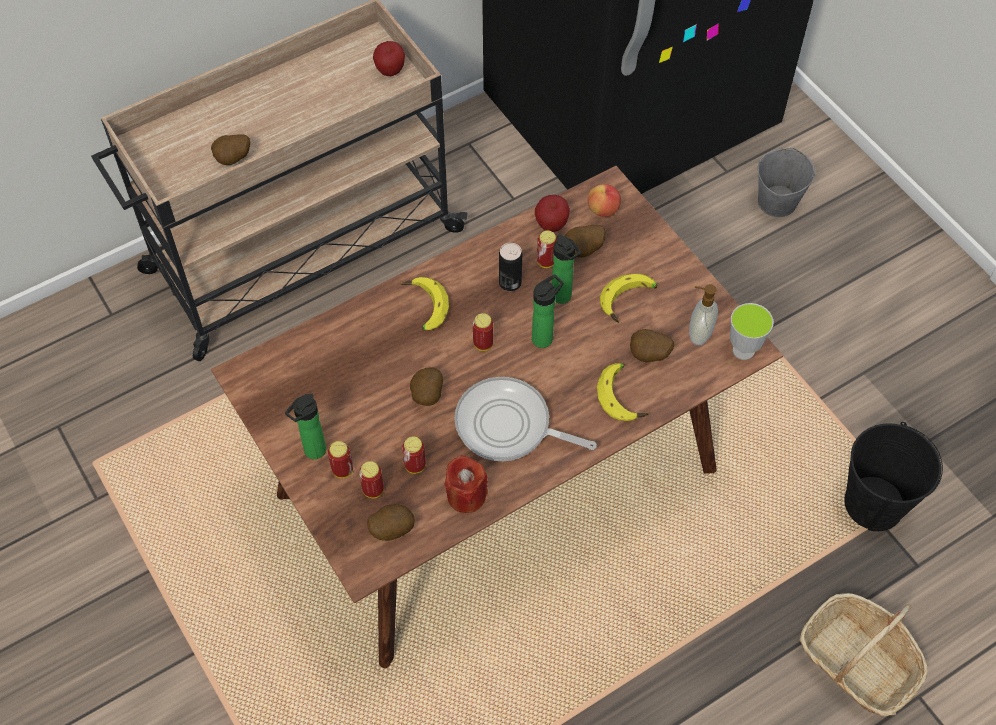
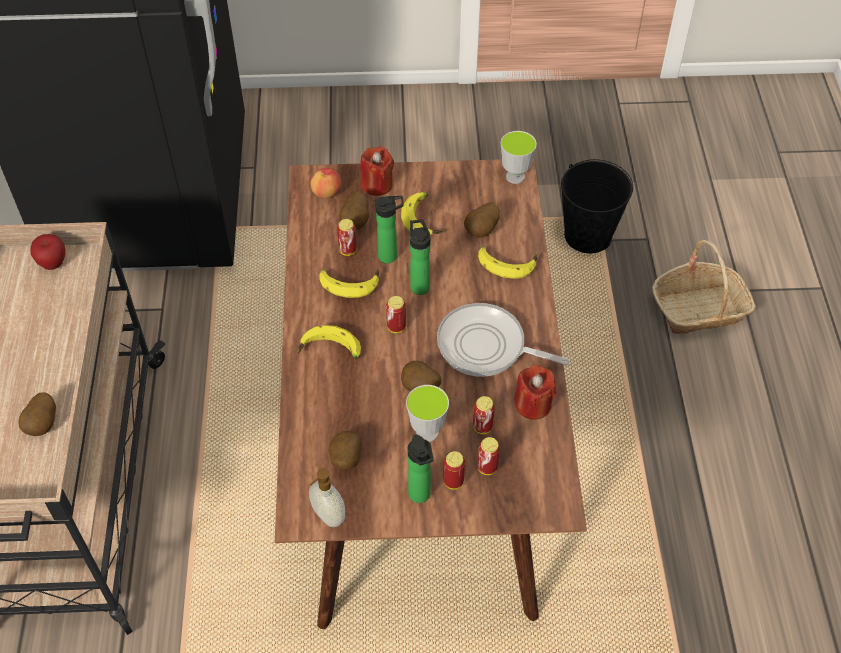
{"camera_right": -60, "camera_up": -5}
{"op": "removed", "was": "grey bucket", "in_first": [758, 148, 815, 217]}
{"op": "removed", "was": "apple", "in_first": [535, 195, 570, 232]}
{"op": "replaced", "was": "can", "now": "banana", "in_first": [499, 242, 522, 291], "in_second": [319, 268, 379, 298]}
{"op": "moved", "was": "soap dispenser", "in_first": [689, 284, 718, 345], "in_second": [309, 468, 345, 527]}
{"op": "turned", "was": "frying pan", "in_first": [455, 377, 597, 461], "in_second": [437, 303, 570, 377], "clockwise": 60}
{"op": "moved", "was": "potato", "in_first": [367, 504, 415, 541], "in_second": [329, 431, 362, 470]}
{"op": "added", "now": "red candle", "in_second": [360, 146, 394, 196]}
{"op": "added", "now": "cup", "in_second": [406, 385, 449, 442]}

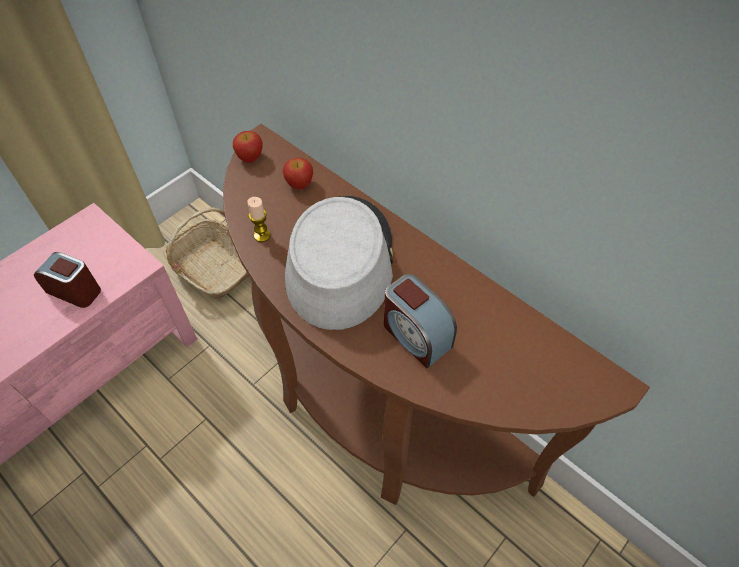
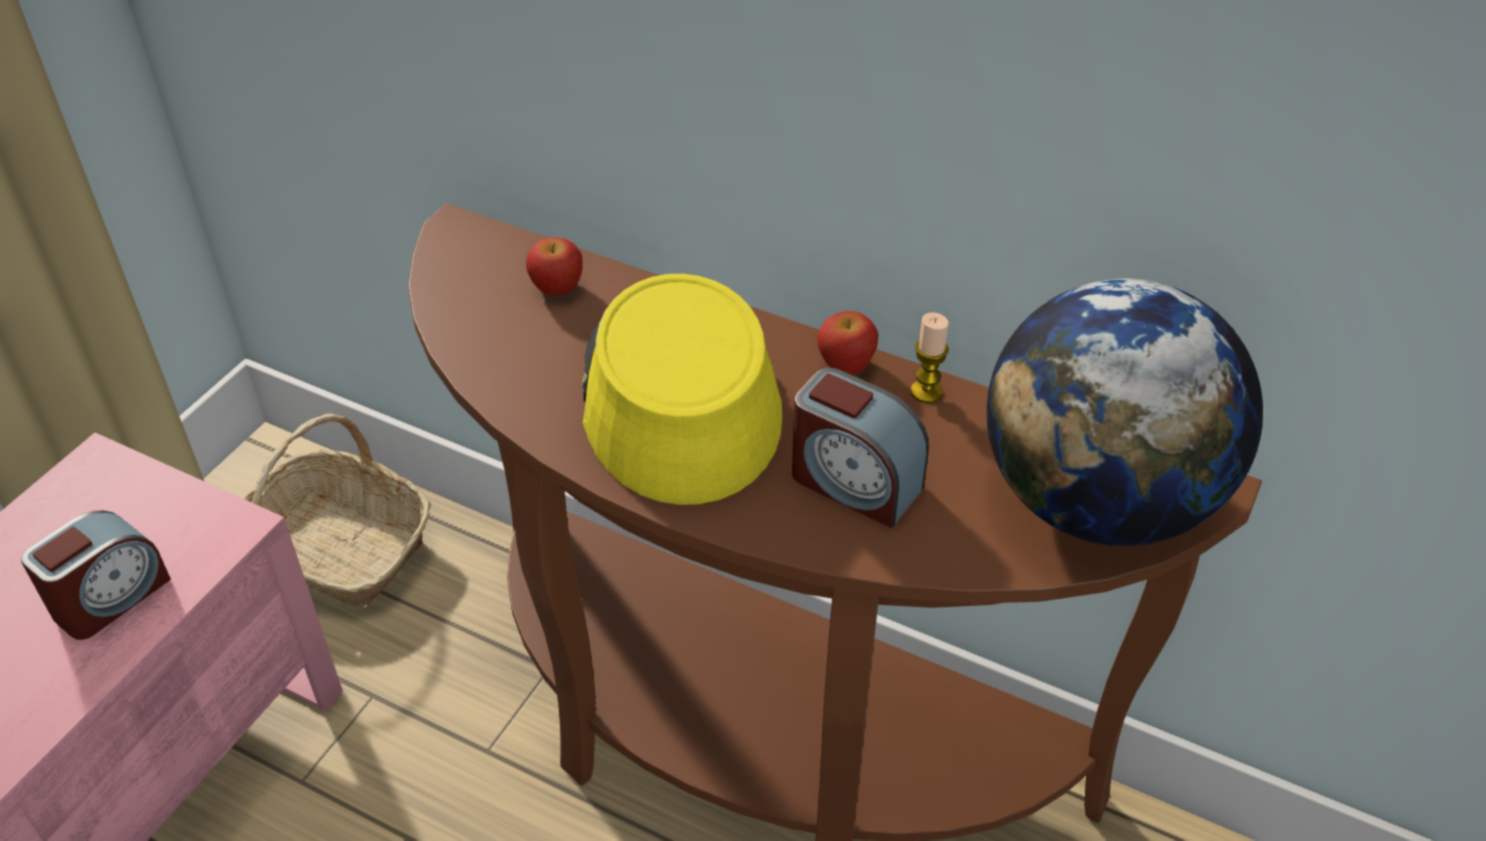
{"camera_right": -15, "camera_up": -10}
{"op": "moved", "was": "apple", "in_first": [233, 131, 263, 163], "in_second": [817, 311, 878, 375]}
{"op": "recoloured", "was": "grey hat", "now": "yellow hat", "in_first": [285, 196, 393, 330], "in_second": [582, 274, 782, 505]}
{"op": "moved", "was": "candle", "in_first": [247, 197, 271, 242], "in_second": [911, 312, 949, 403]}
{"op": "turned", "was": "alarm clock", "in_first": [34, 252, 101, 308], "in_second": [21, 510, 171, 640], "clockwise": 120}
{"op": "added", "now": "globe", "in_second": [987, 279, 1263, 546]}

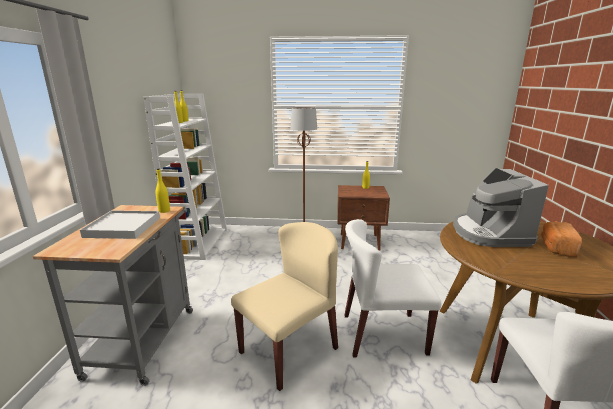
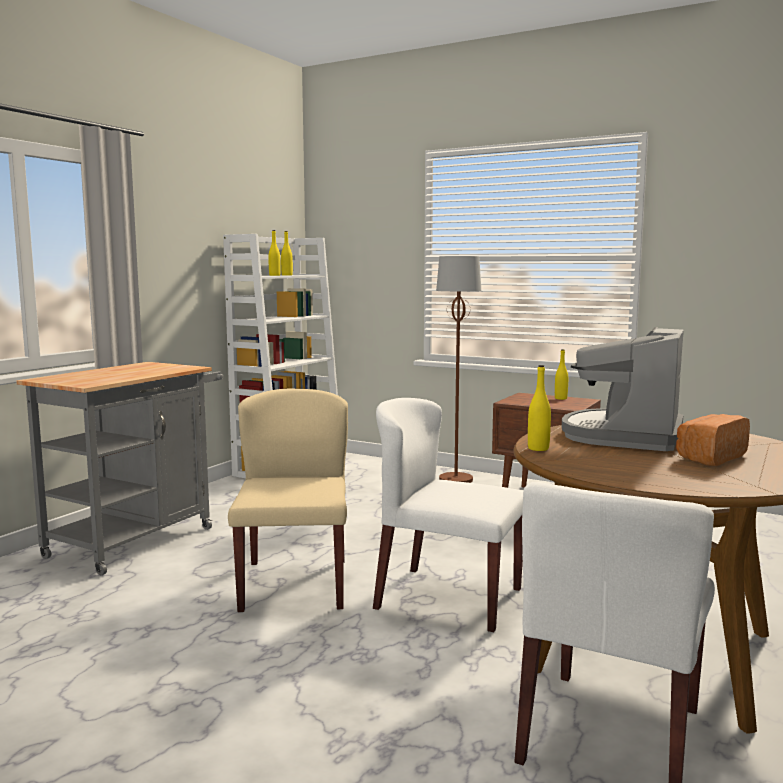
{"camera_right": 25, "camera_up": -10}
{"op": "moved", "was": "yellow bottle", "in_first": [156, 168, 170, 213], "in_second": [528, 365, 551, 451]}
{"op": "removed", "was": "white tray", "in_first": [80, 210, 160, 239]}
{"op": "turned", "was": "beige chair", "in_first": [231, 222, 338, 391], "in_second": [228, 388, 348, 612], "clockwise": -75}

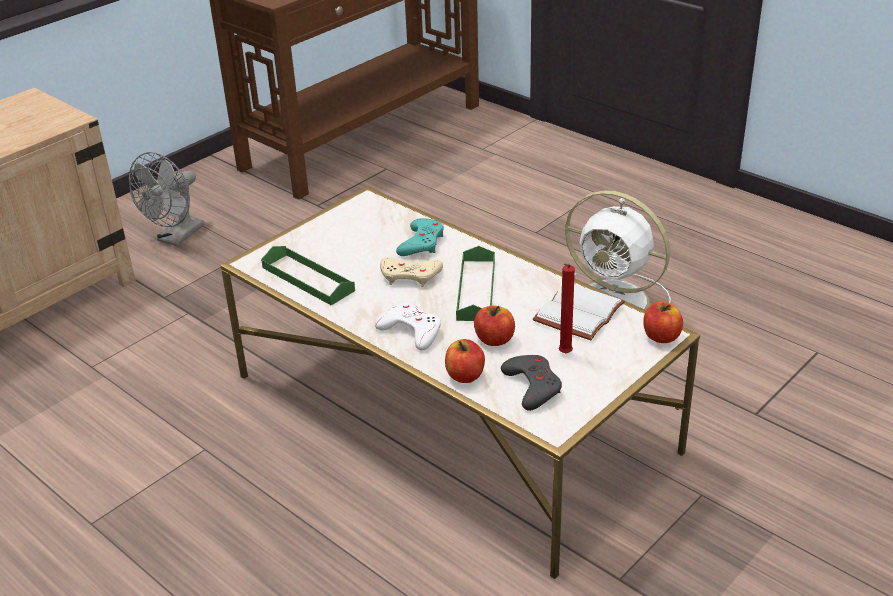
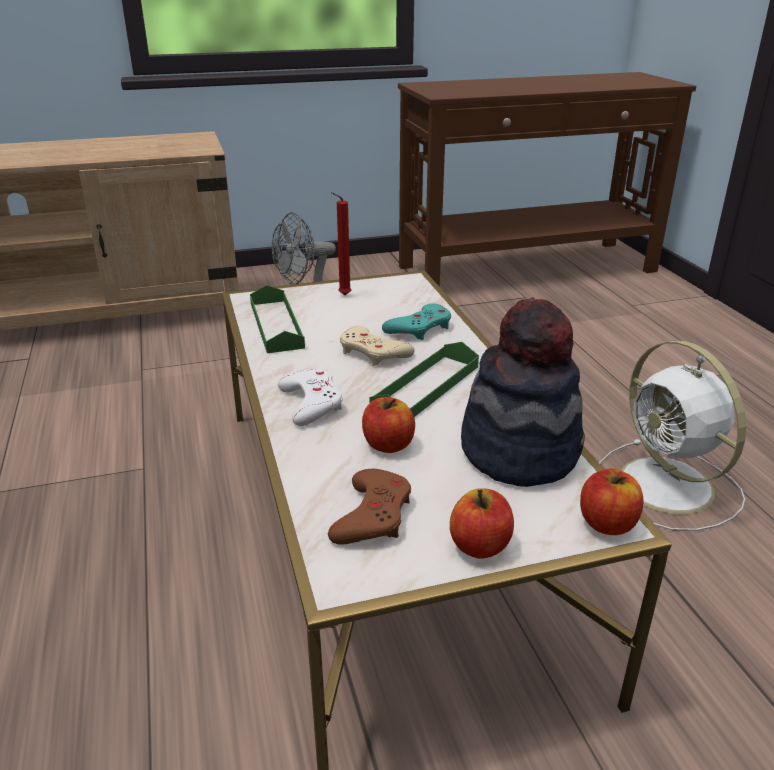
{"camera_right": 30, "camera_up": -5}
{"op": "moved", "was": "red candle", "in_first": [559, 263, 575, 353], "in_second": [331, 192, 351, 295]}
{"op": "replaced", "was": "white book", "now": "hat", "in_first": [533, 284, 625, 340], "in_second": [461, 297, 585, 487]}
{"op": "moved", "was": "apple", "in_first": [445, 339, 485, 383], "in_second": [450, 488, 514, 559]}
{"op": "recoloured", "was": "grey game controller", "now": "brown game controller", "in_first": [501, 355, 562, 411], "in_second": [328, 469, 411, 545]}

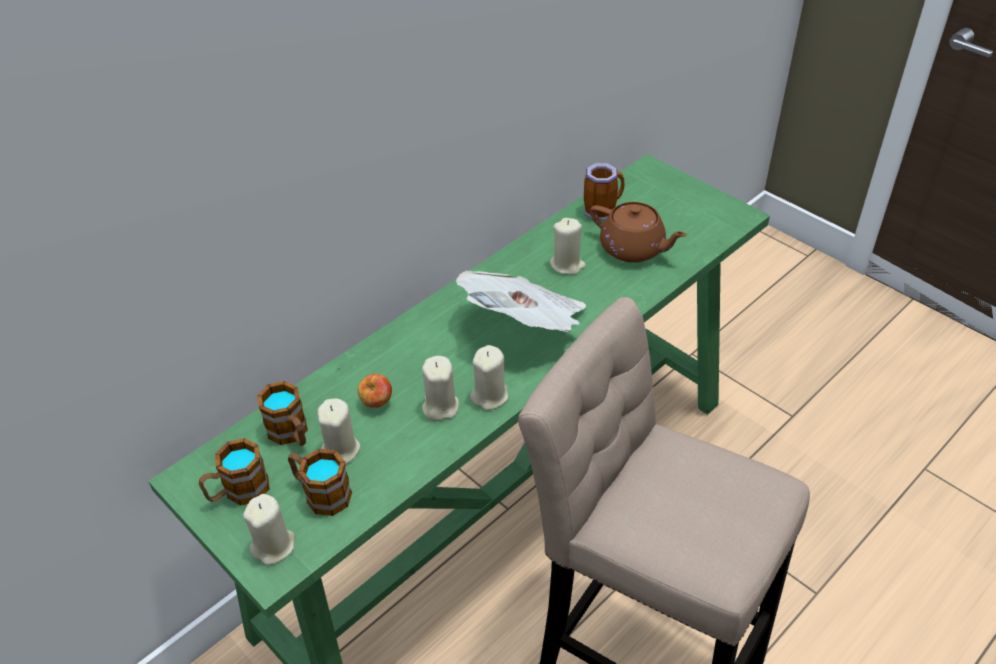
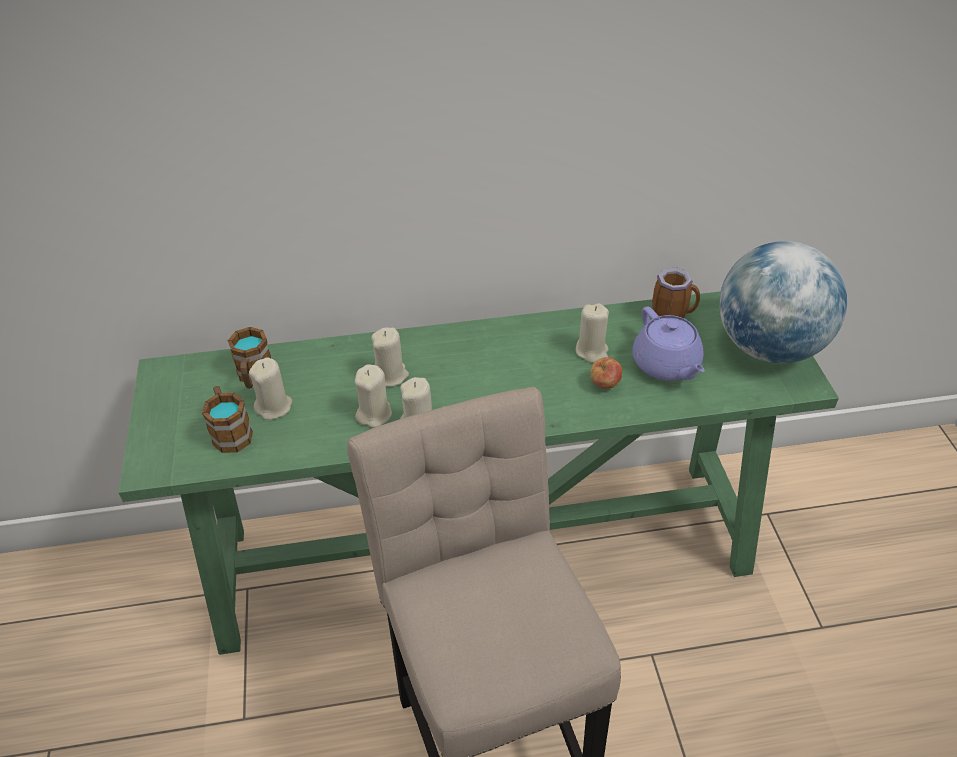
{"camera_right": 35, "camera_up": 0}
{"op": "recoloured", "was": "brown teapot", "now": "purple teapot", "in_first": [590, 202, 687, 263], "in_second": [632, 306, 705, 381]}
{"op": "removed", "was": "newspaper", "in_first": [456, 271, 586, 332]}
{"op": "moved", "was": "apple", "in_first": [358, 374, 392, 408], "in_second": [591, 357, 622, 389]}
{"op": "removed", "was": "mug", "in_first": [199, 438, 270, 505]}
{"op": "moved", "was": "beige candle", "in_first": [243, 494, 295, 565], "in_second": [371, 327, 409, 387]}
{"op": "added", "now": "globe", "in_second": [719, 241, 847, 364]}

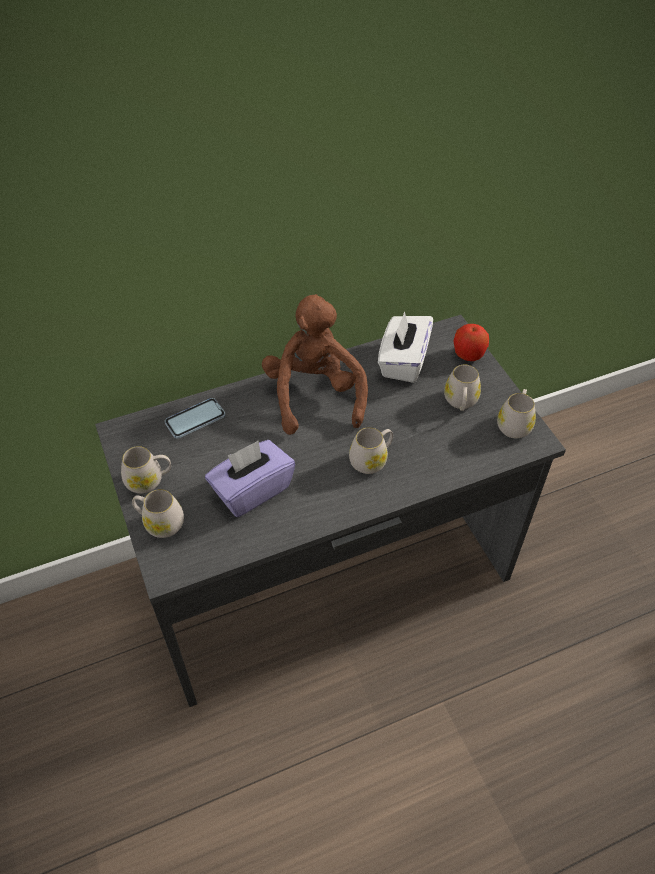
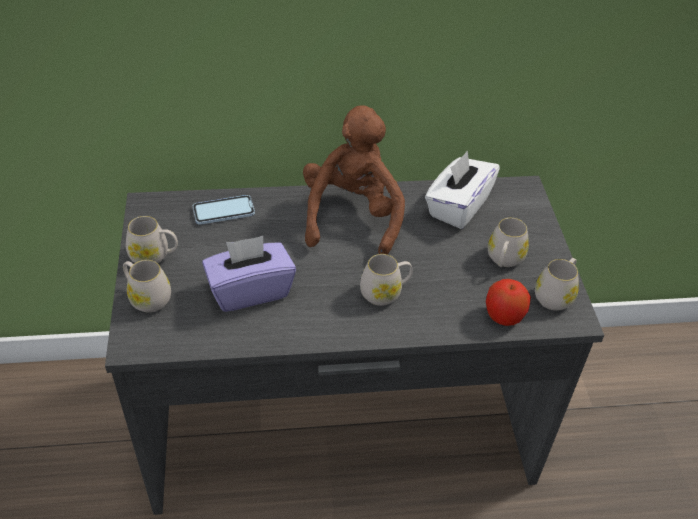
{"camera_right": 15, "camera_up": -5}
{"op": "moved", "was": "apple", "in_first": [454, 324, 489, 361], "in_second": [486, 279, 531, 326]}

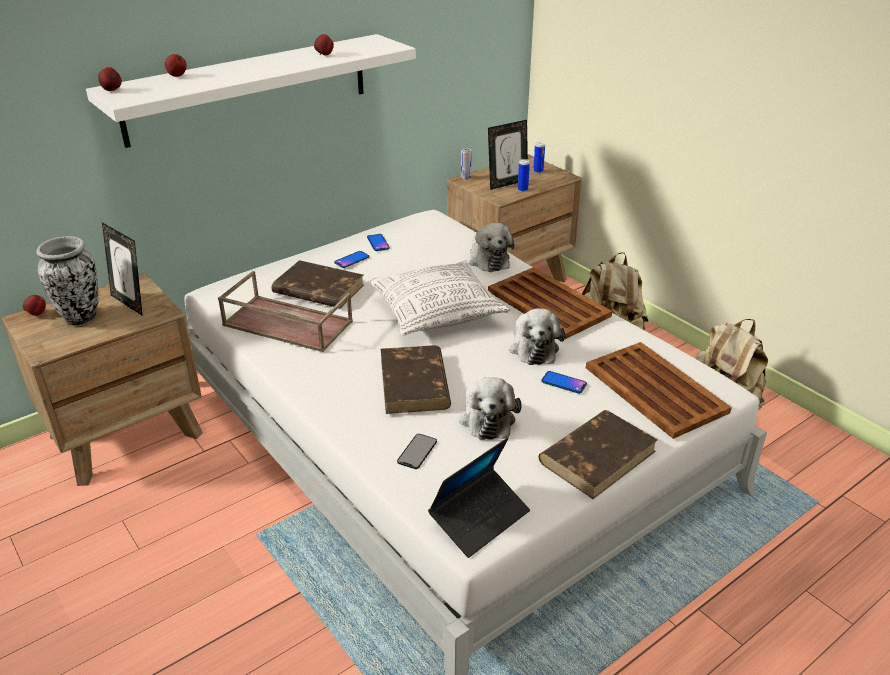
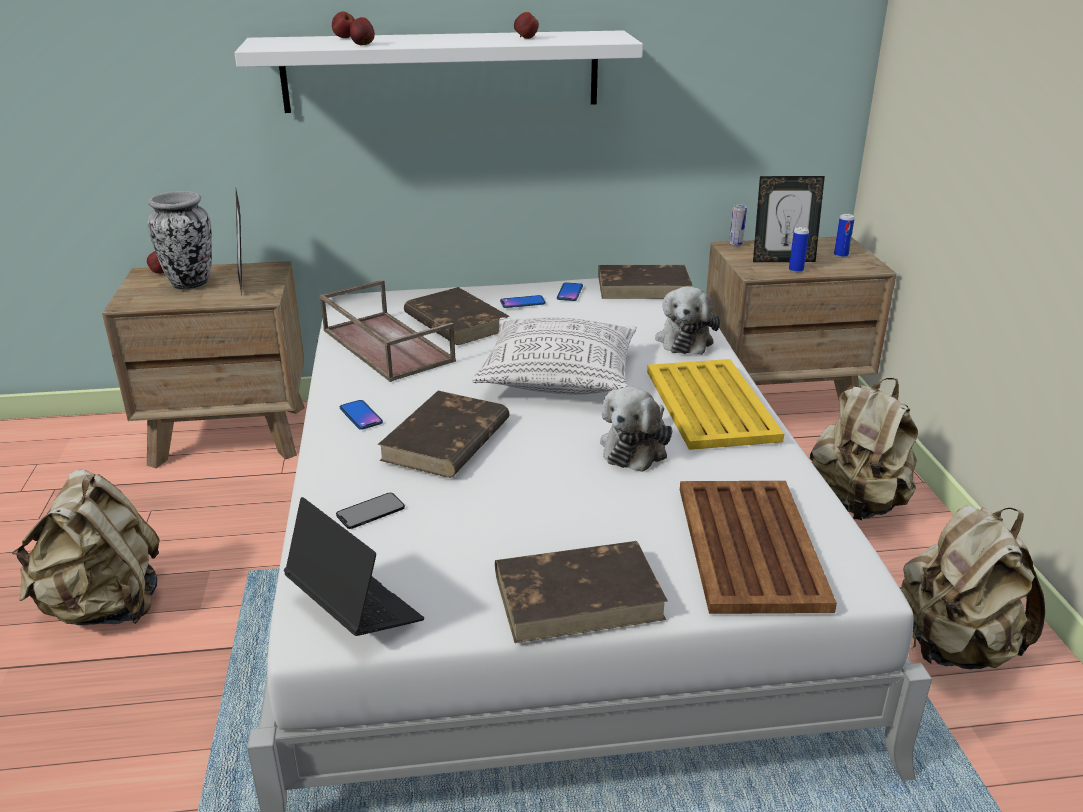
{"camera_right": 30, "camera_up": -5}
{"op": "moved", "was": "apple", "in_first": [98, 67, 122, 91], "in_second": [350, 17, 375, 45]}
{"op": "recoloured", "was": "brown tray", "now": "yellow tray", "in_first": [488, 267, 612, 339], "in_second": [647, 359, 784, 450]}
{"op": "moved", "was": "phone", "in_first": [541, 371, 587, 394], "in_second": [340, 400, 383, 430]}
{"op": "removed", "was": "plush toy", "in_first": [459, 377, 522, 440]}
{"op": "turned", "was": "laptop", "in_first": [428, 437, 530, 558], "in_second": [284, 497, 424, 636], "clockwise": -120}
{"op": "added", "now": "brown book", "in_second": [598, 265, 693, 299]}
{"op": "added", "now": "beige backpack", "in_second": [12, 470, 160, 625]}

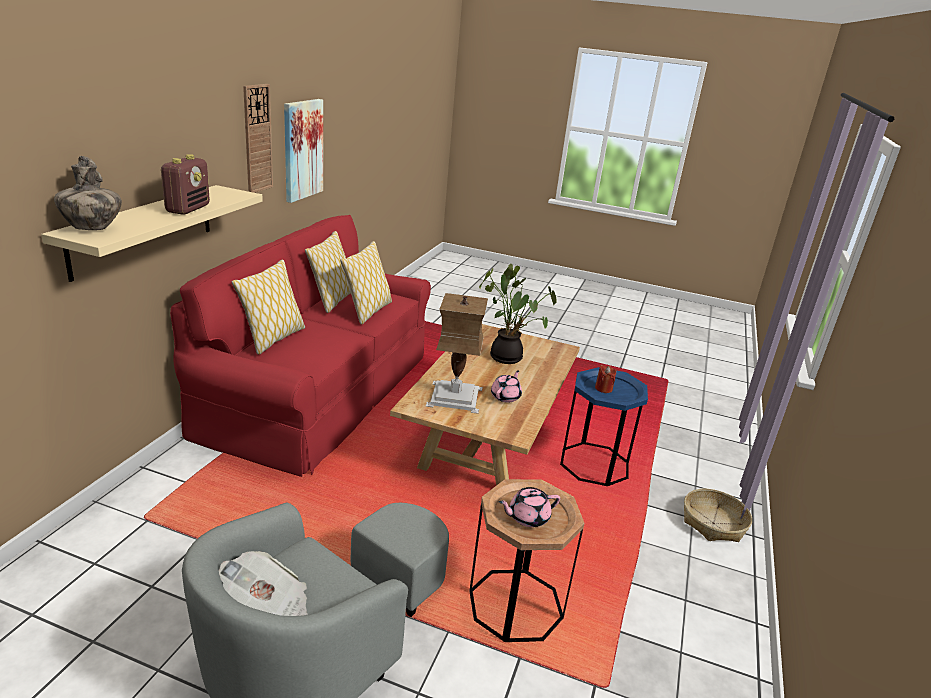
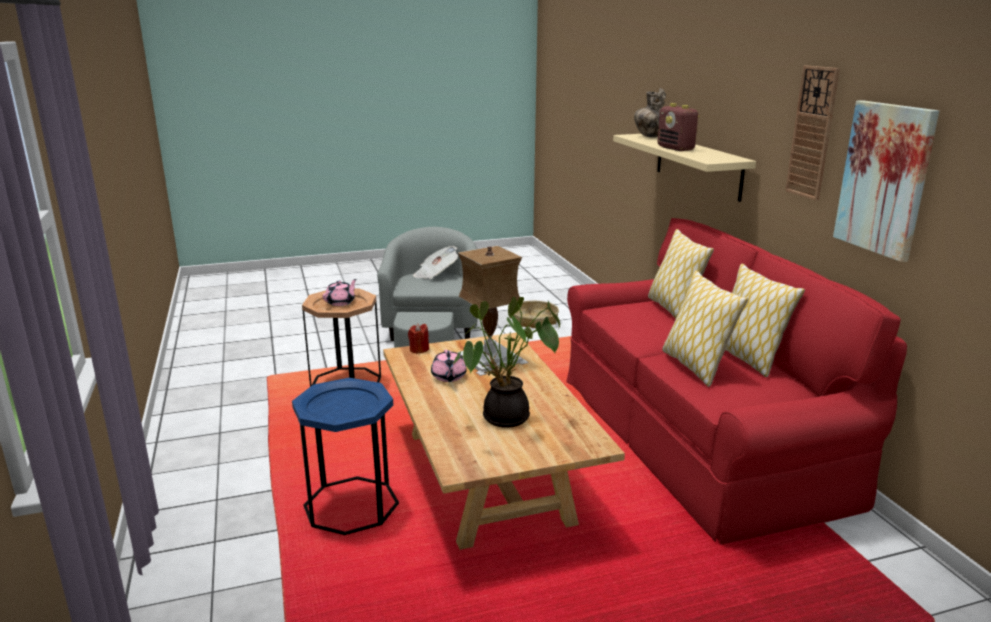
{"camera_right": 145, "camera_up": -5}
{"op": "moved", "was": "red candle", "in_first": [595, 365, 616, 393], "in_second": [408, 323, 429, 354]}
{"op": "moved", "was": "basket", "in_first": [684, 489, 752, 542], "in_second": [513, 301, 559, 329]}

